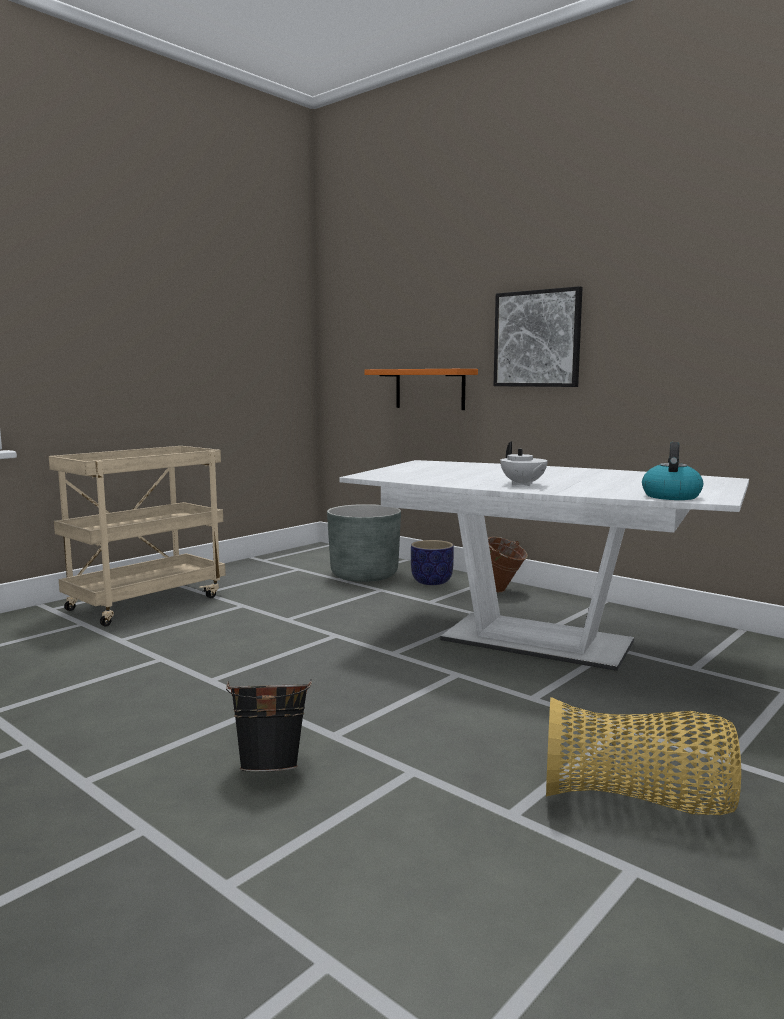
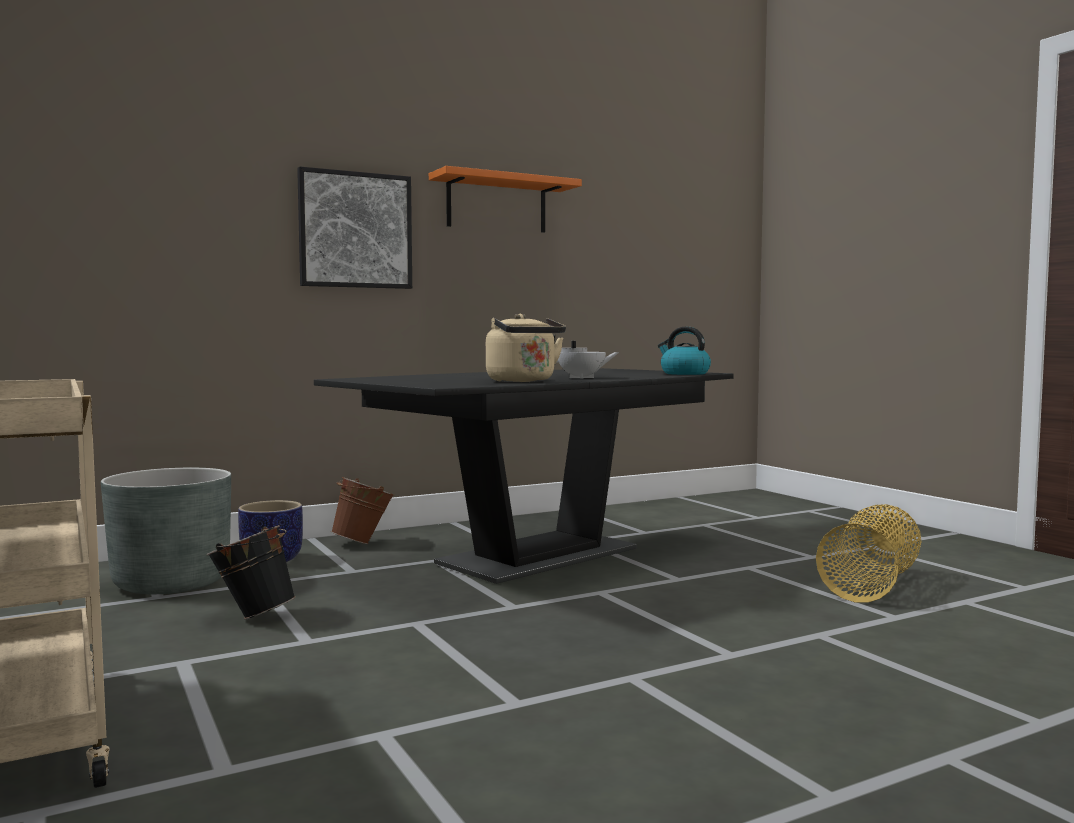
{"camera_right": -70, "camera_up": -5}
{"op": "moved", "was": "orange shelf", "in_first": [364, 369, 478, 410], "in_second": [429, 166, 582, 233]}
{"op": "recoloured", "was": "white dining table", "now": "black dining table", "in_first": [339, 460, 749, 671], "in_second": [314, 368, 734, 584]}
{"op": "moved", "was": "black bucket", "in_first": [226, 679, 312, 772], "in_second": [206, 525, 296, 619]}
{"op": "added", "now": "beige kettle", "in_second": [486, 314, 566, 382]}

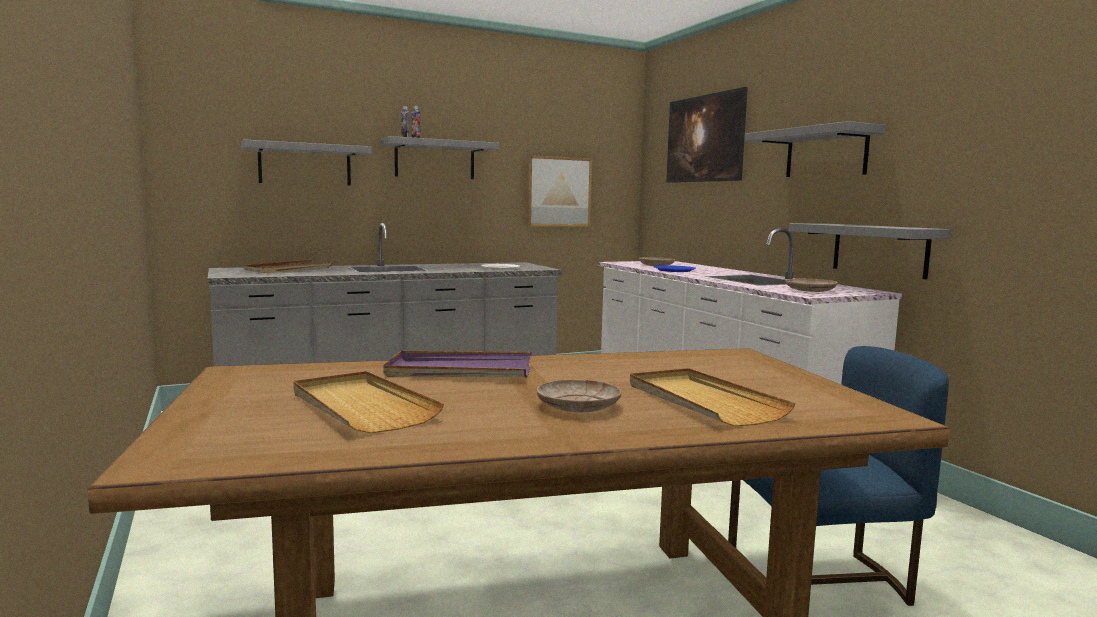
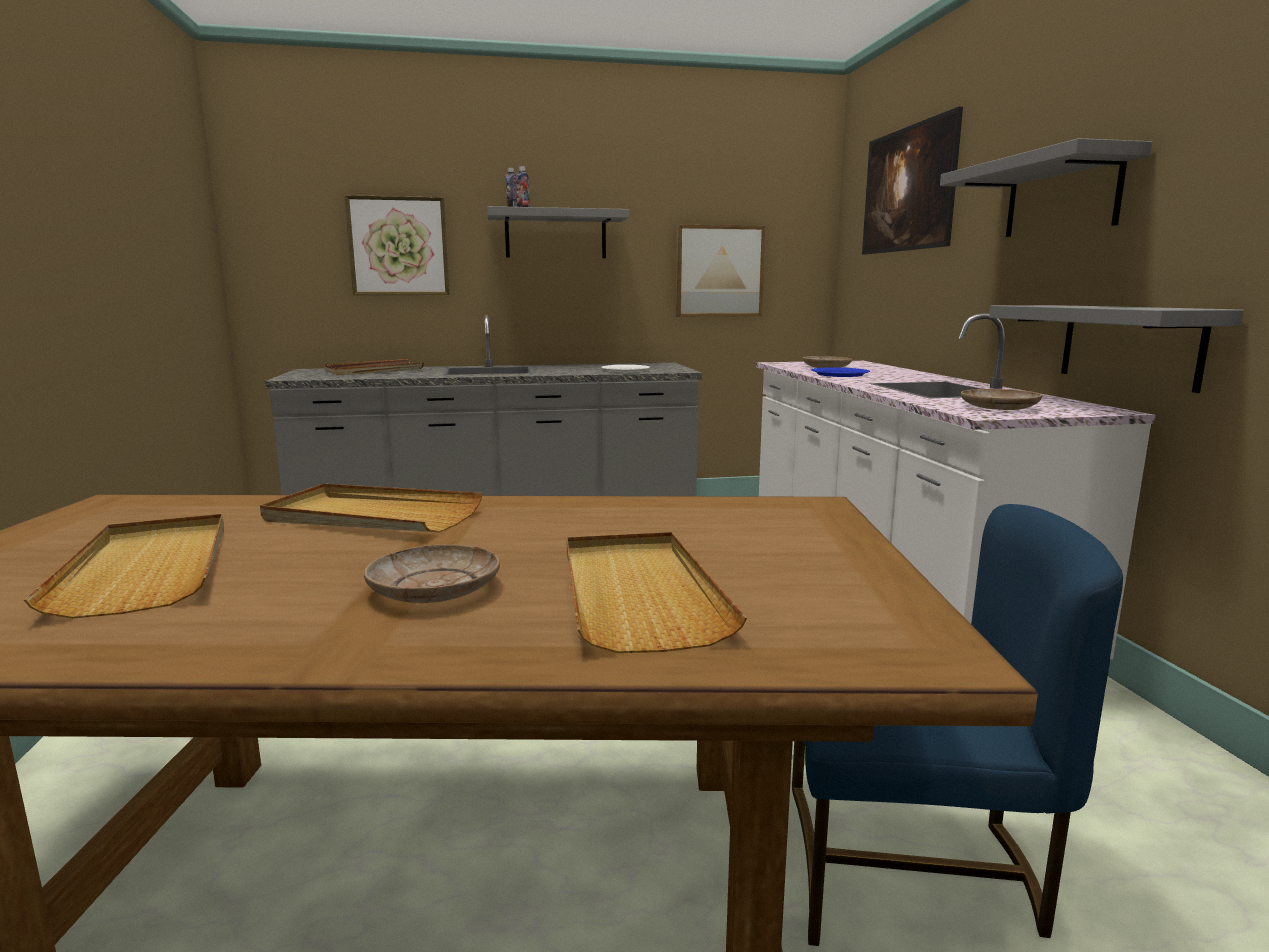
{"camera_right": 15, "camera_up": 5}
{"op": "replaced", "was": "grey shelf", "now": "picture", "in_first": [241, 139, 372, 186], "in_second": [344, 195, 449, 295]}
{"op": "recoloured", "was": "purple tray", "now": "beige tray", "in_first": [383, 351, 532, 378], "in_second": [260, 484, 482, 533]}

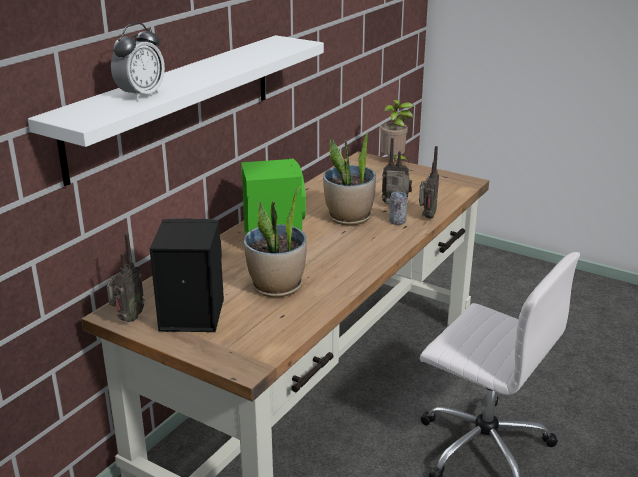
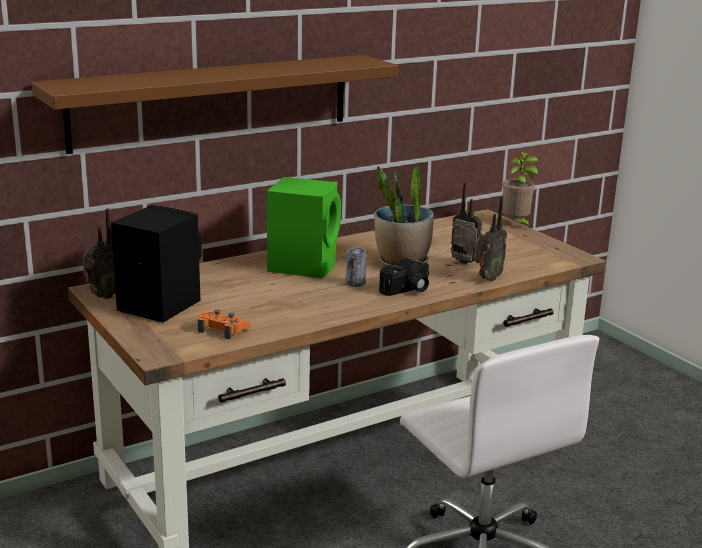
{"camera_right": 25, "camera_up": -5}
{"op": "removed", "was": "alarm clock", "in_first": [111, 23, 165, 101]}
{"op": "recoloured", "was": "white shelf", "now": "brown shelf", "in_first": [28, 35, 324, 186], "in_second": [31, 55, 398, 154]}
{"op": "removed", "was": "potted plant", "in_first": [243, 186, 306, 298]}
{"op": "moved", "was": "can", "in_first": [389, 192, 407, 225], "in_second": [346, 248, 367, 287]}
{"op": "added", "now": "photo camera", "in_second": [379, 258, 429, 296]}
{"op": "added", "now": "orange game controller", "in_second": [198, 310, 250, 340]}

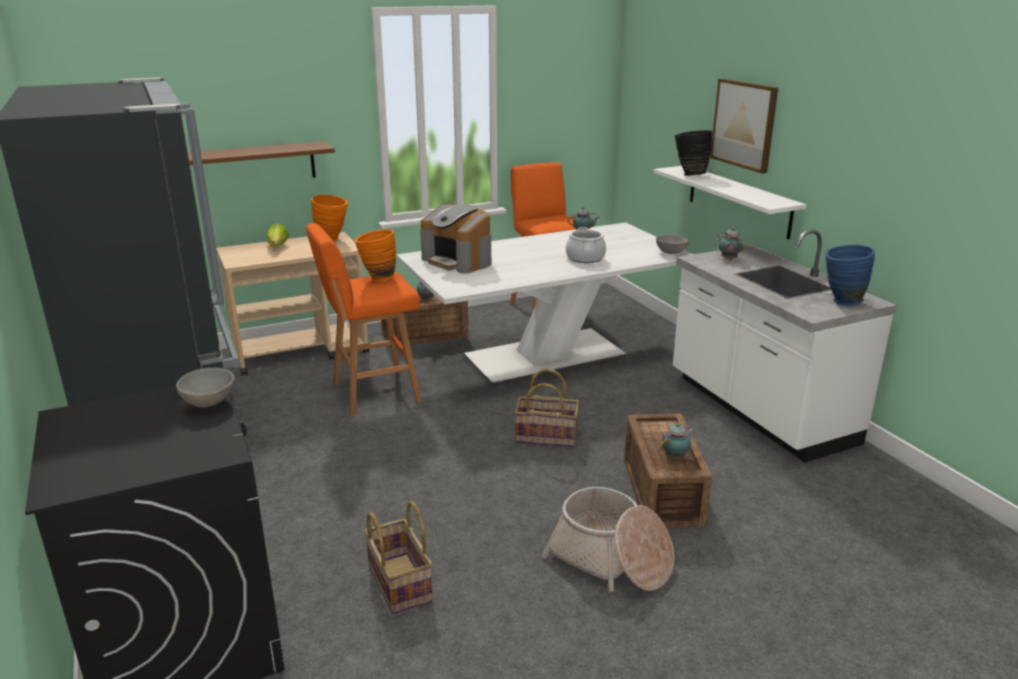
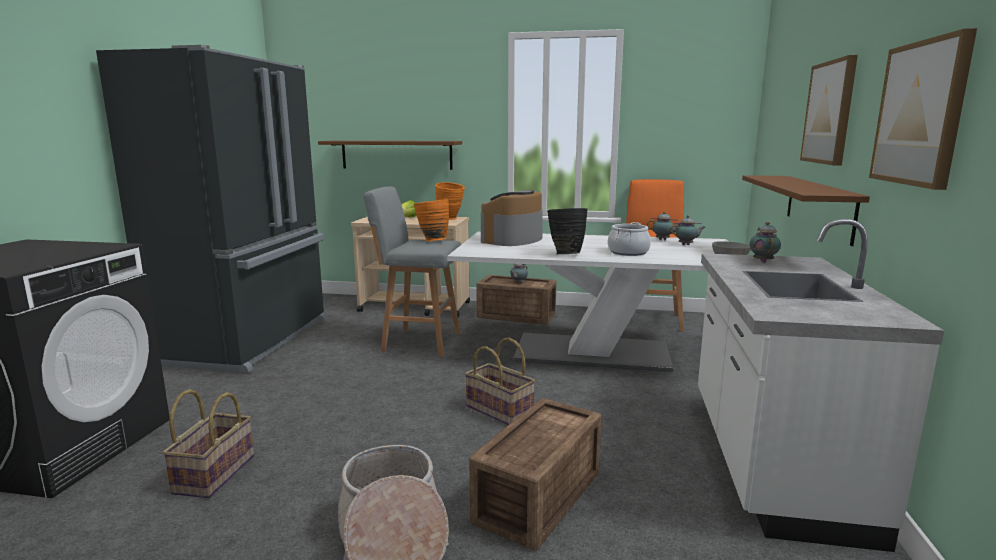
{"camera_right": 35, "camera_up": -10}
{"op": "moved", "was": "black vase", "in_first": [675, 130, 712, 176], "in_second": [547, 208, 587, 254]}
{"op": "recoloured", "was": "white shelf", "now": "brown shelf", "in_first": [654, 166, 806, 239], "in_second": [742, 175, 870, 246]}
{"op": "turned", "was": "coffee machine", "in_first": [420, 204, 491, 274], "in_second": [481, 190, 543, 246], "clockwise": 45}
{"op": "recoloured", "was": "orange stool", "now": "grey stool", "in_first": [306, 223, 422, 416], "in_second": [364, 186, 462, 357]}
{"op": "removed", "was": "blue vase", "in_first": [825, 245, 875, 306]}
{"op": "removed", "was": "grey bowl", "in_first": [176, 368, 234, 408]}
{"op": "moved", "was": "teapot", "in_first": [660, 422, 694, 459], "in_second": [670, 215, 706, 245]}
{"op": "added", "now": "picture", "in_second": [869, 28, 977, 190]}

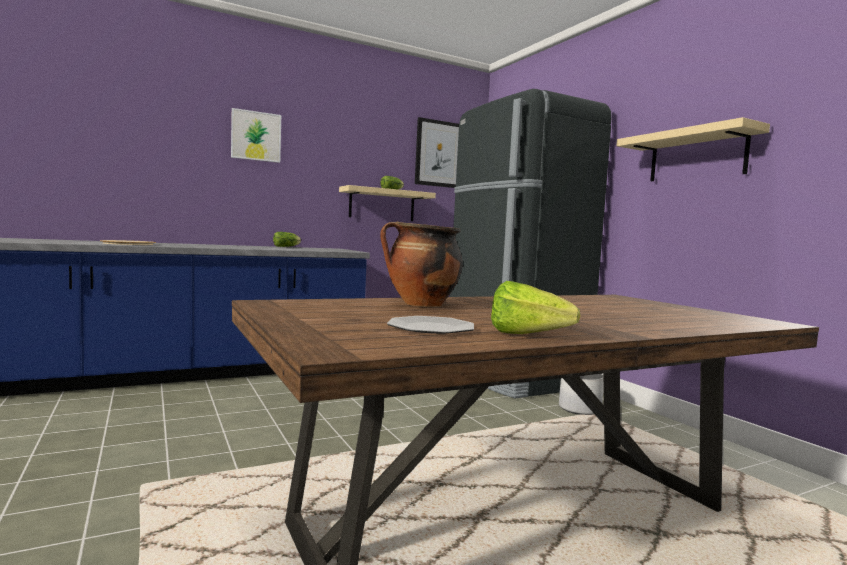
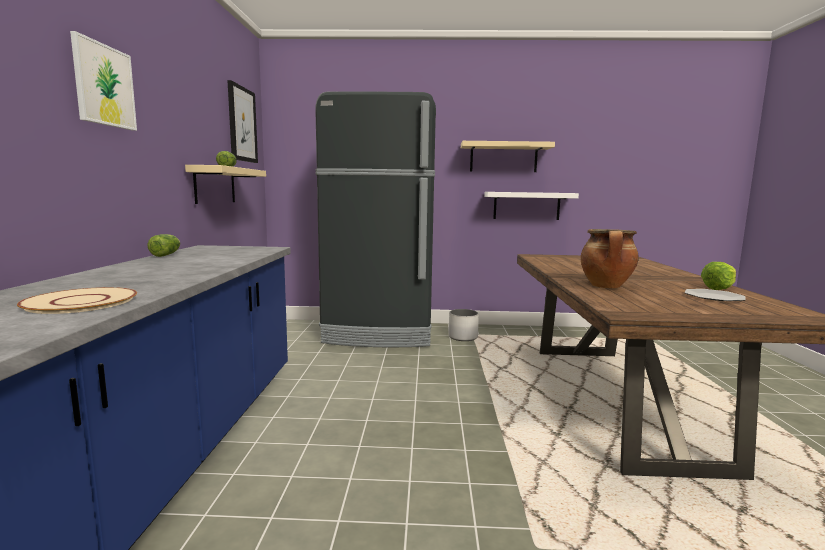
{"camera_right": -60, "camera_up": 5}
{"op": "added", "now": "white shelf", "in_second": [484, 192, 579, 220]}

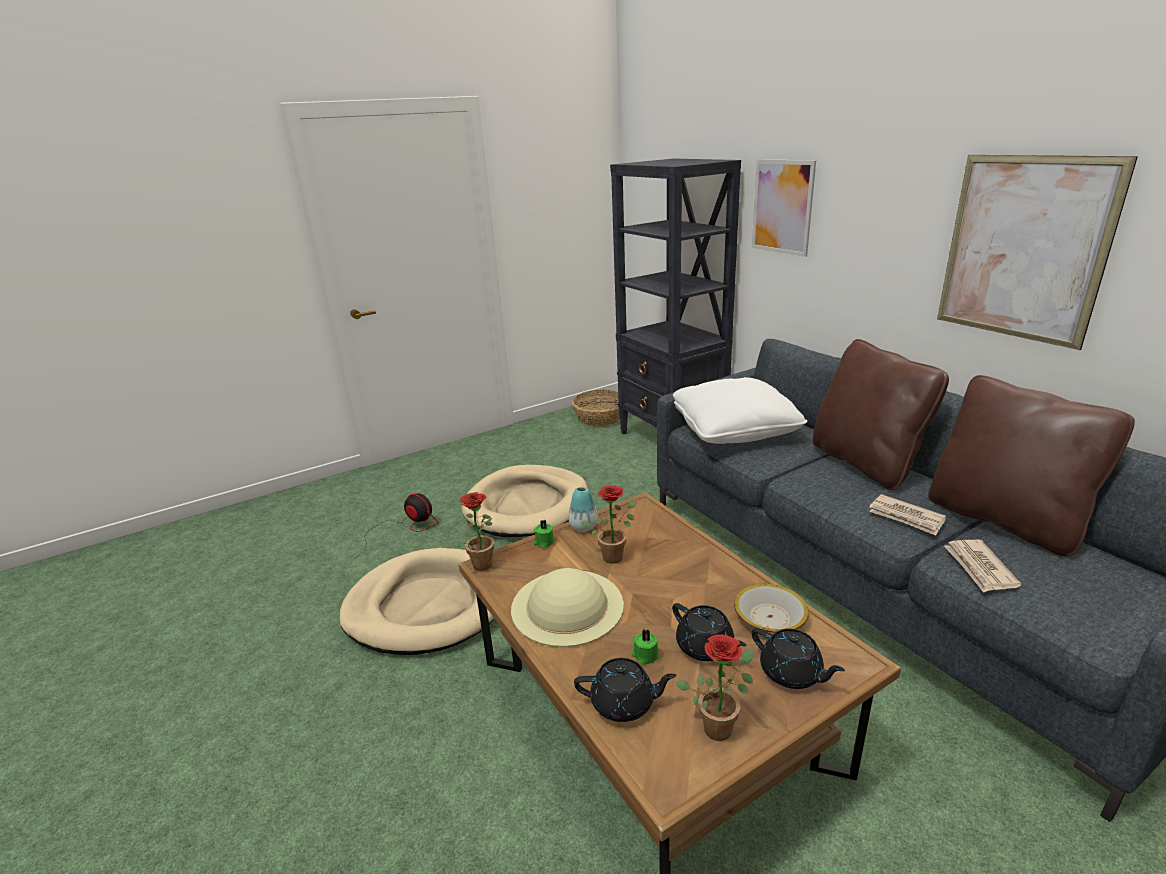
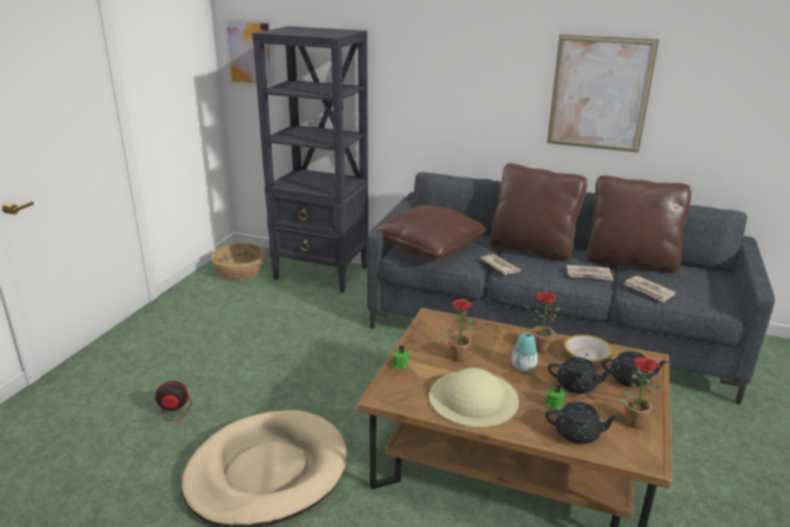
{"camera_right": -40, "camera_up": 0}
{"op": "moved", "was": "picture", "in_first": [752, 159, 816, 257], "in_second": [223, 18, 276, 87]}
{"op": "recoloured", "was": "white pillow", "now": "brown pillow", "in_first": [673, 377, 807, 444], "in_second": [376, 205, 487, 259]}
{"op": "removed", "was": "beige dog bed", "in_first": [462, 465, 588, 537]}
{"op": "moved", "was": "vase", "in_first": [569, 487, 598, 532], "in_second": [512, 333, 538, 372]}
{"op": "moved", "was": "potted plant", "in_first": [452, 492, 494, 571], "in_second": [523, 292, 560, 353]}
{"op": "turned", "was": "black teapot", "in_first": [574, 658, 677, 722], "in_second": [546, 402, 621, 444], "clockwise": 45}
{"op": "added", "now": "newspaper", "in_second": [480, 254, 521, 275]}

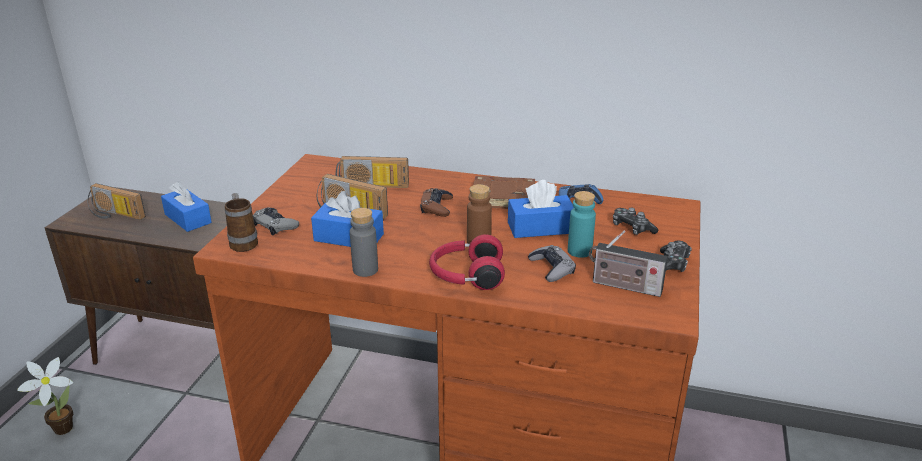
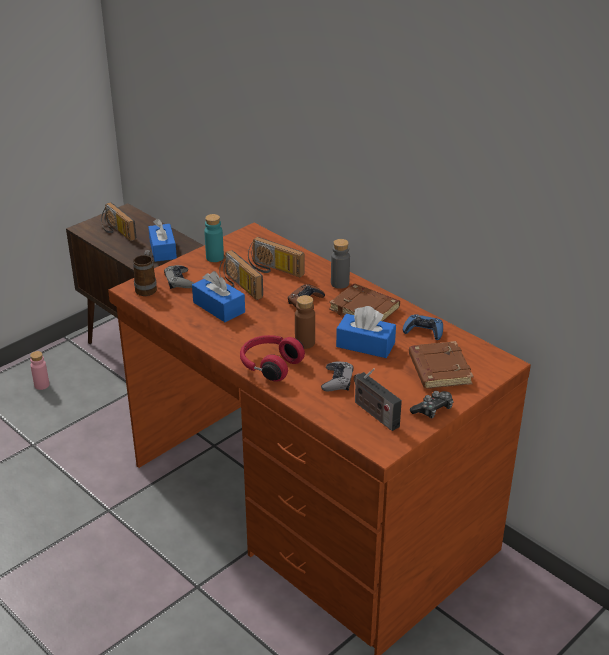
{"camera_right": 30, "camera_up": 5}
{"op": "moved", "was": "turquoise bottle", "in_first": [568, 191, 596, 258], "in_second": [204, 214, 224, 262]}
{"op": "moved", "was": "grey bottle", "in_first": [350, 208, 378, 277], "in_second": [331, 239, 350, 289]}
{"op": "replaced", "was": "game controller", "now": "brown book", "in_first": [613, 208, 658, 235], "in_second": [409, 341, 473, 389]}
{"op": "replaced", "was": "potted plant", "now": "pink bottle", "in_first": [17, 357, 73, 435], "in_second": [30, 351, 49, 390]}

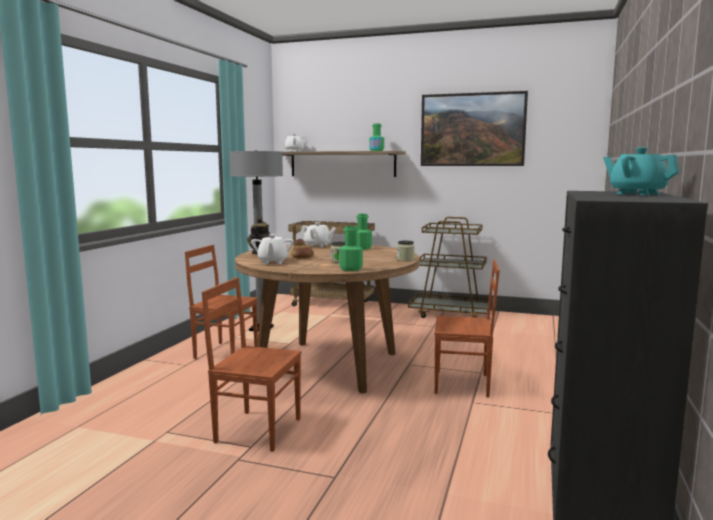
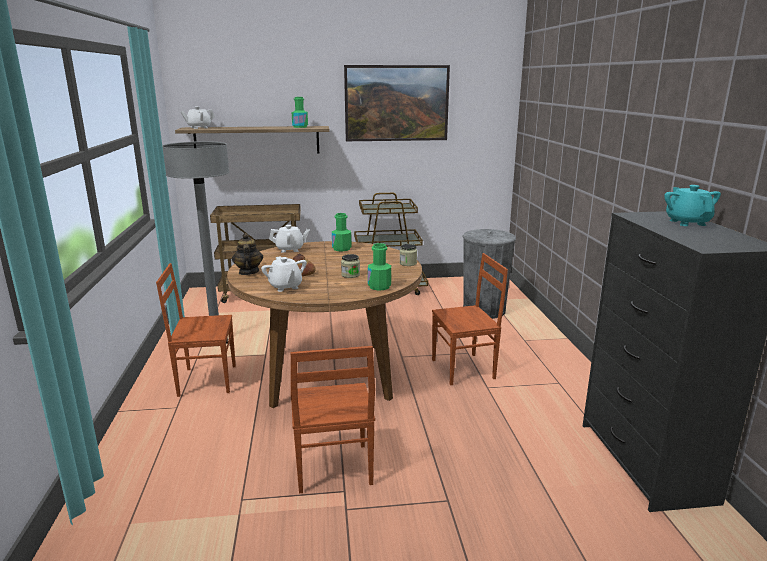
{"camera_right": -25, "camera_up": 10}
{"op": "turned", "was": "turquoise teapot", "in_first": [603, 147, 679, 195], "in_second": [664, 185, 721, 226], "clockwise": 60}
{"op": "turned", "was": "brown chair", "in_first": [202, 277, 301, 452], "in_second": [290, 346, 375, 493], "clockwise": -90}
{"op": "added", "now": "grey trash can", "in_second": [462, 229, 516, 319]}

